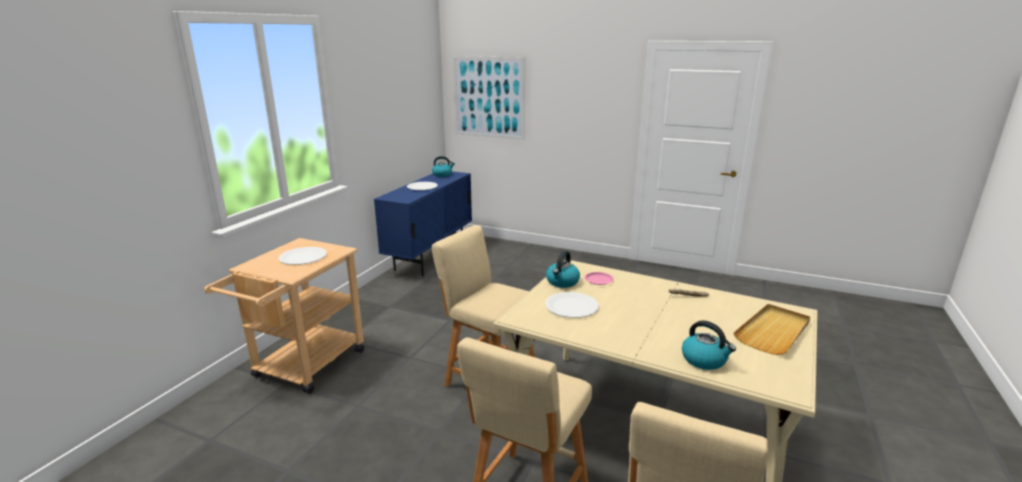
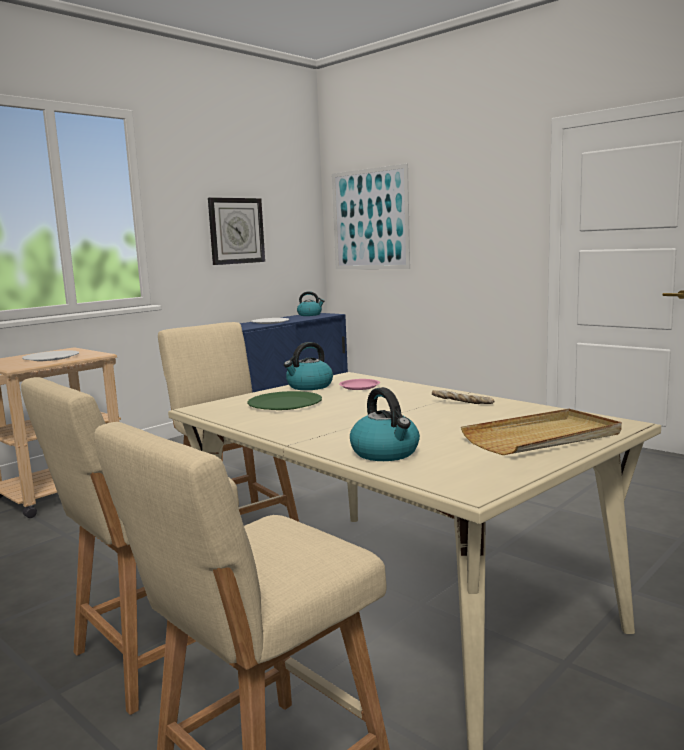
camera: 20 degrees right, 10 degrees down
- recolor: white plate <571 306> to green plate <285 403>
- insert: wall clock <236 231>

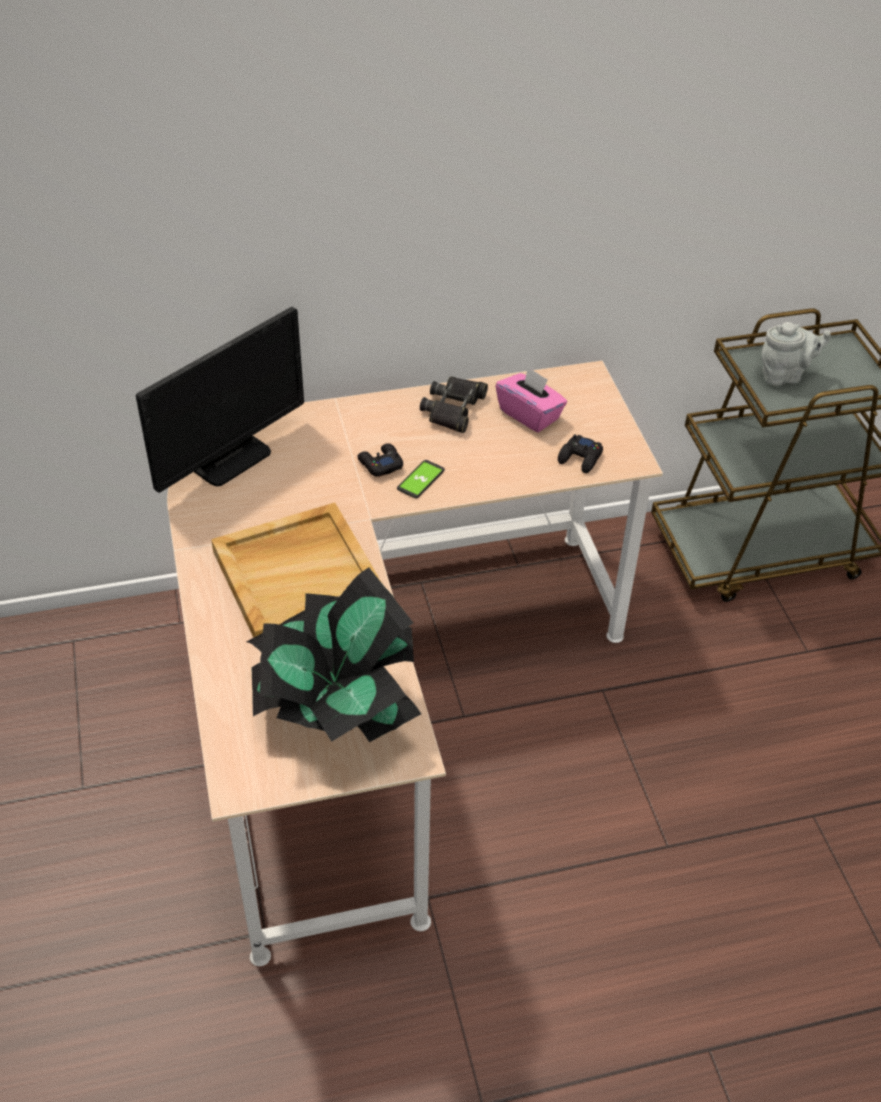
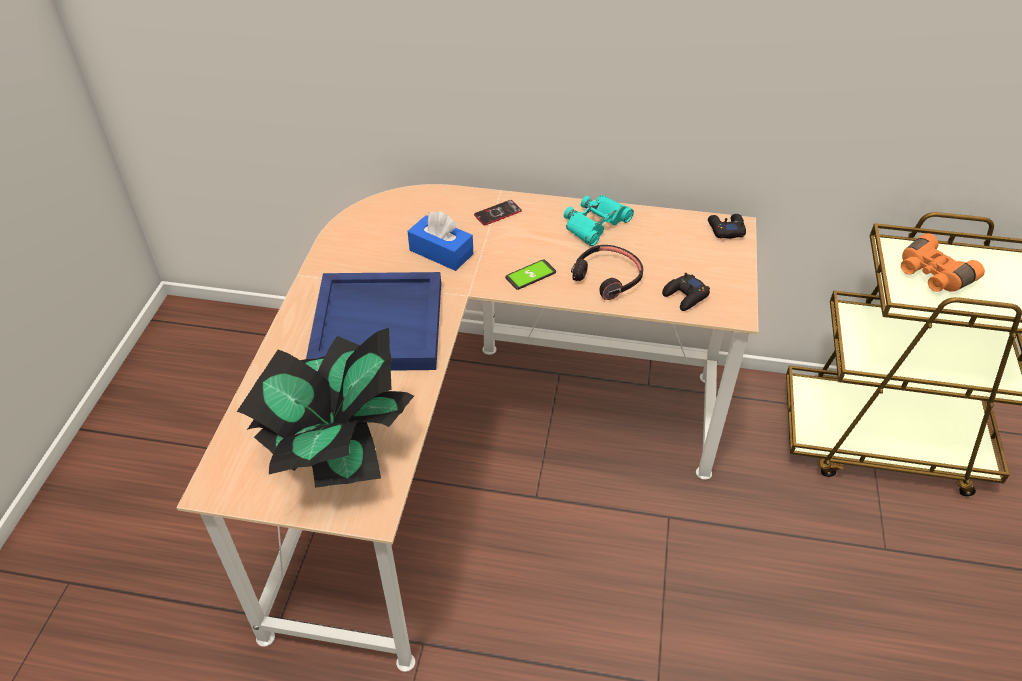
camera: 25 degrees right, 0 degrees up
- delete: monitor <230 458>
- replace: grey teapot <784 375> to orange binoculars <931 275>
- delete: pink tissue box <529 415>
- recolor: black binoculars <454 409> to turquoise binoculars <595 224>
- move: black game controller <380 464> to <725 229>
- recolor: beige tray <299 575> to blue tray <379 324>
- insert: phone <497 213>
- insert: blue tissue box <441 252>
- insert: black headphones <607 277>

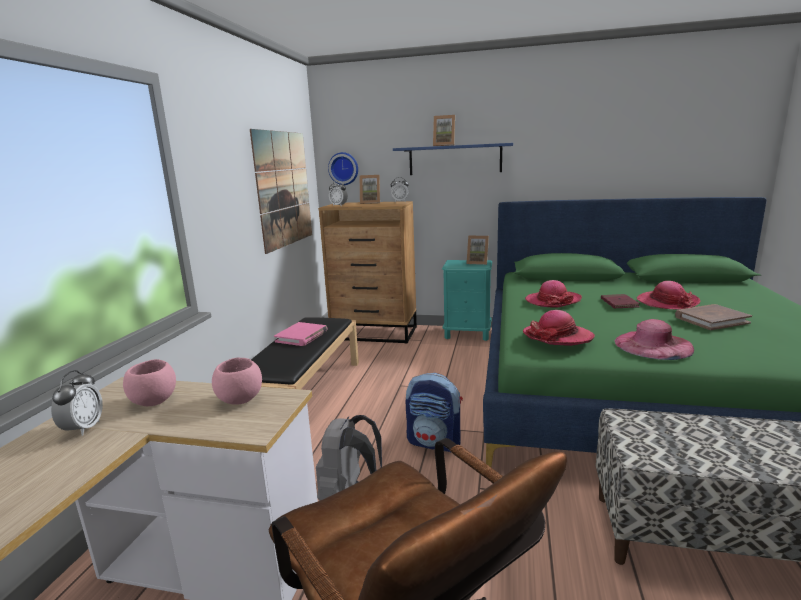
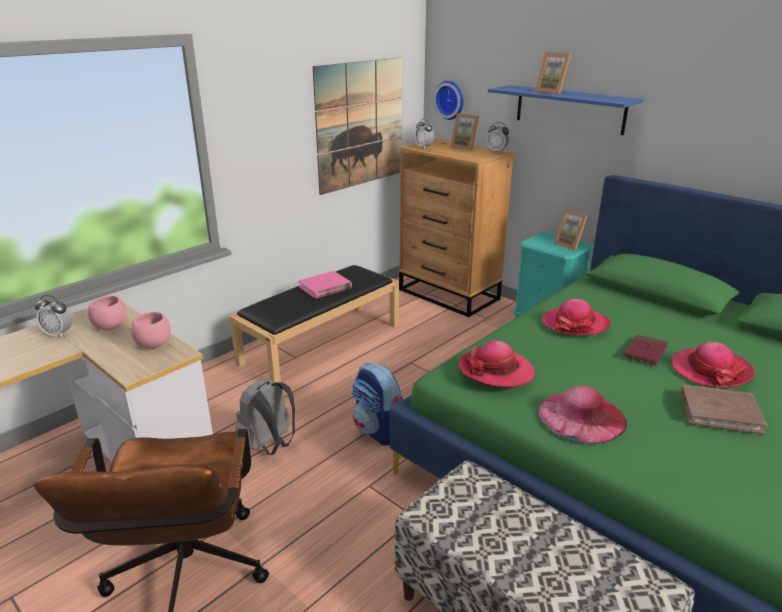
camera: 30 degrees right, 10 degrees up
- rotate: alarm clock <83 428> = <58 334> 75 degrees clockwise

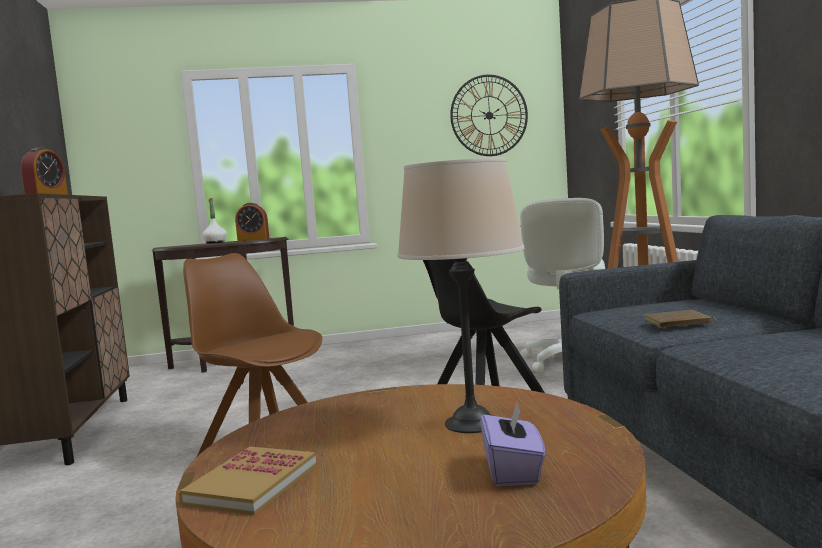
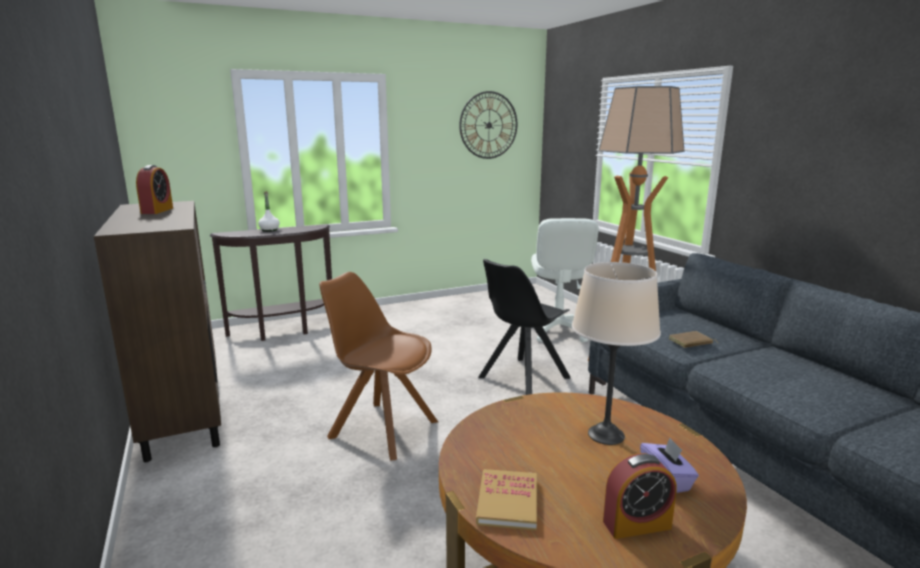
camera: 15 degrees left, 10 degrees up
- move: alarm clock <253 239> to <636 524>

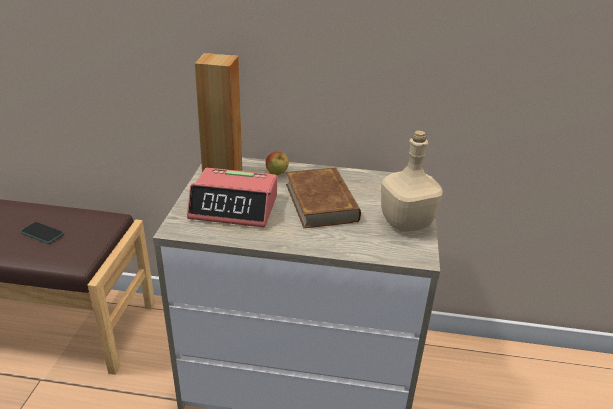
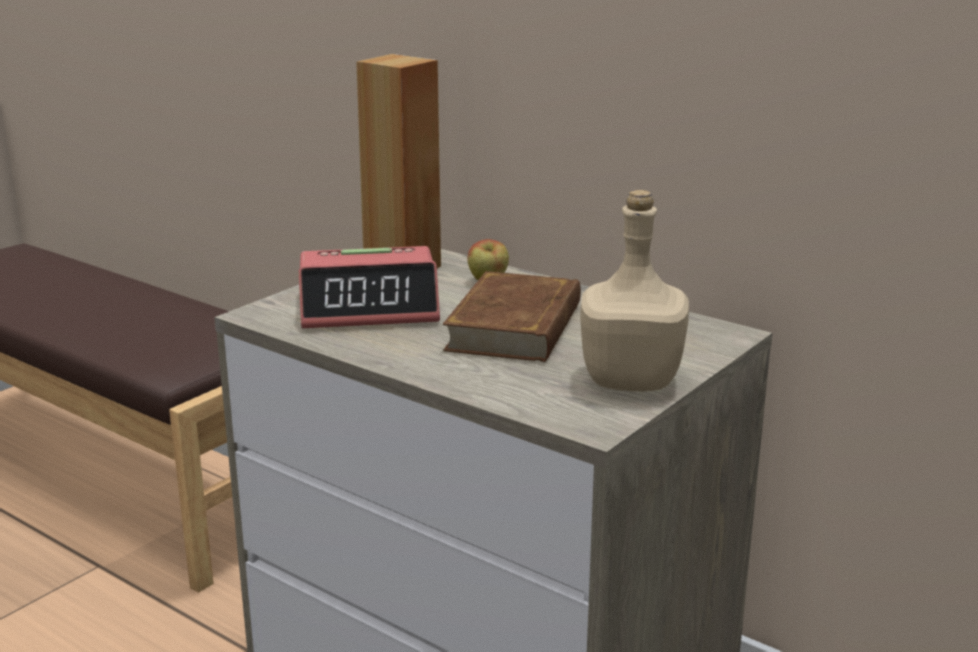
camera: 30 degrees right, 10 degrees down
- rotate: alarm clock <234 207> = <370 307> 45 degrees counterclockwise
- delete: phone <42 233>

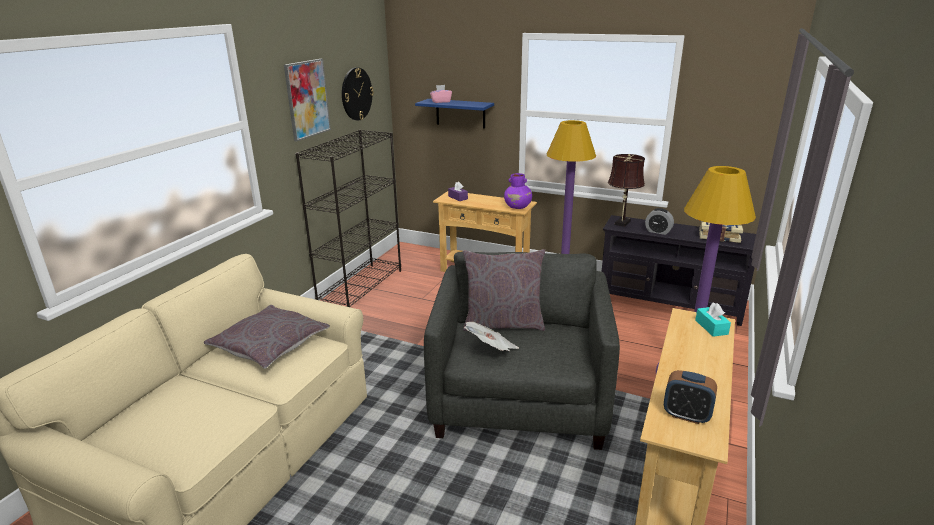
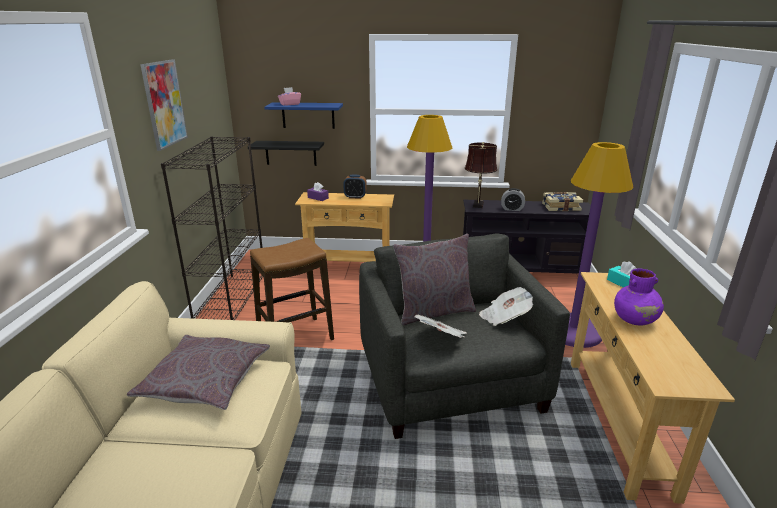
camera: 20 degrees left, 0 degrees up
- delete: wall clock <356 94>
- move: purple vase <518 207> to <635 320>
- move: alarm clock <686 415> to <355 197>
- insert: black shelf <290 153>
- insert: stool <295 337>
- insert: newspaper <505 317>

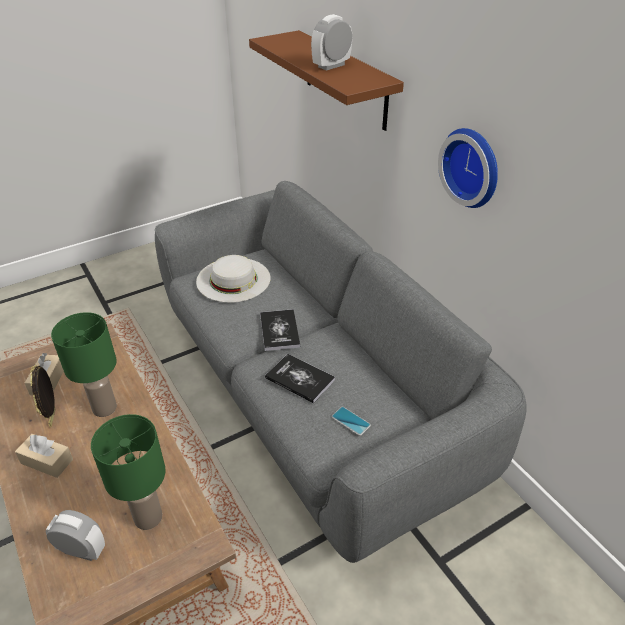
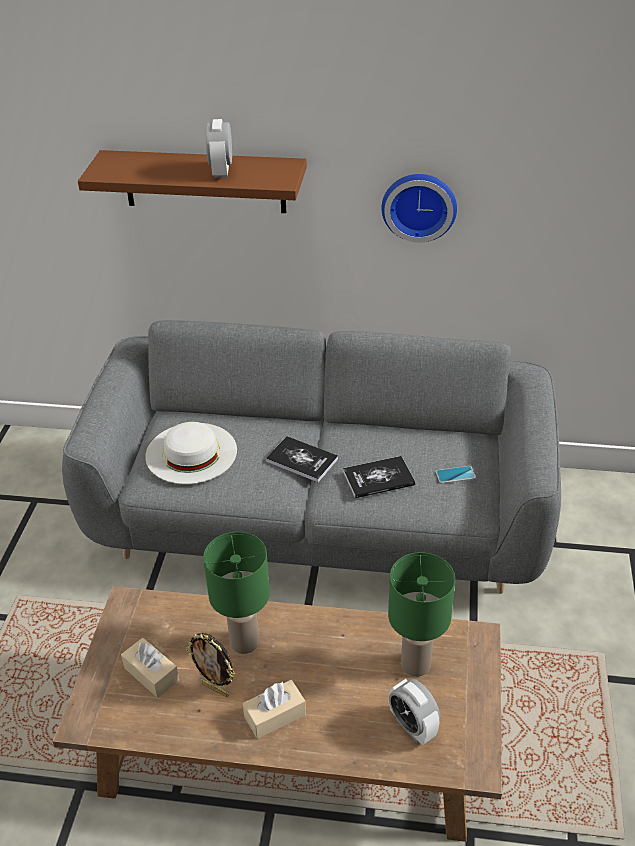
camera: 50 degrees left, 0 degrees up
- rotate: alarm clock <81 550> = <412 726> 90 degrees counterclockwise

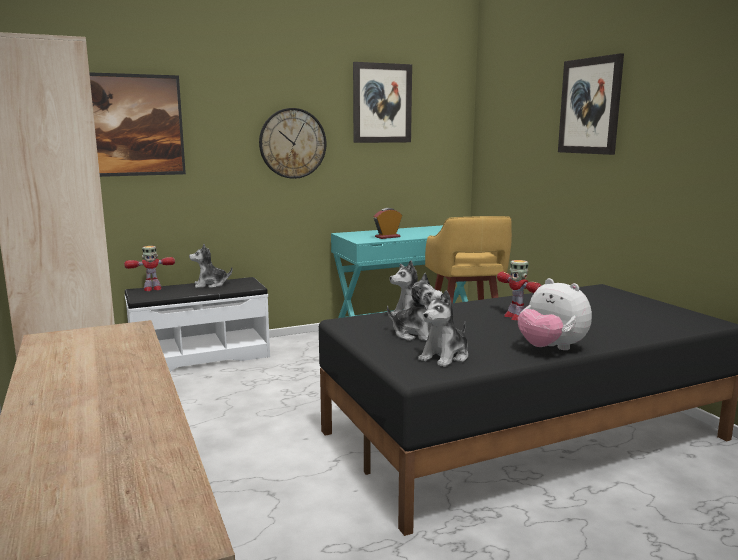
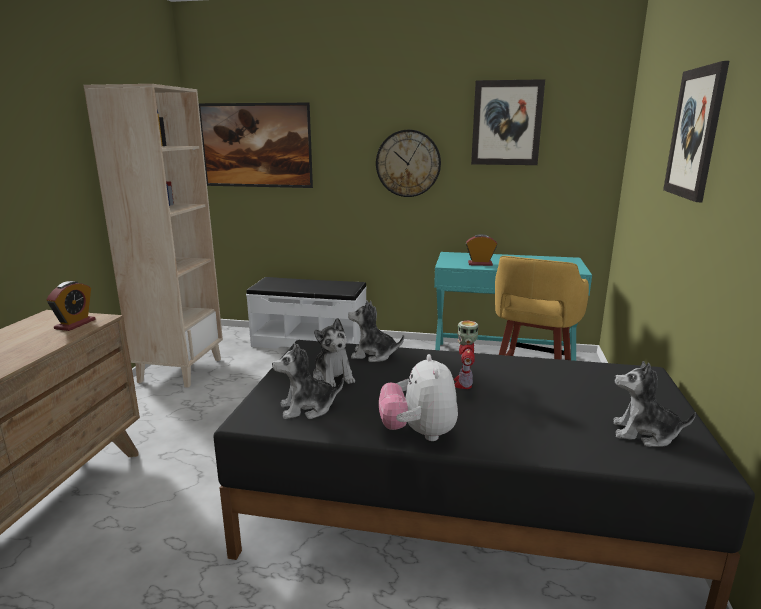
camera: 35 degrees right, 5 degrees up
- move: plush toy <210 285> to <644 434>
- delete: toy robot <152 289>
- insert: alarm clock <75 324>

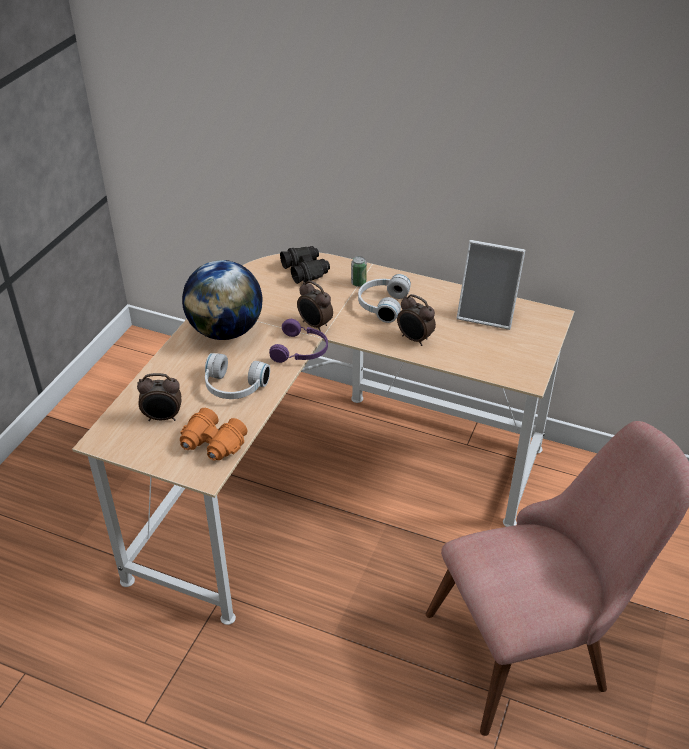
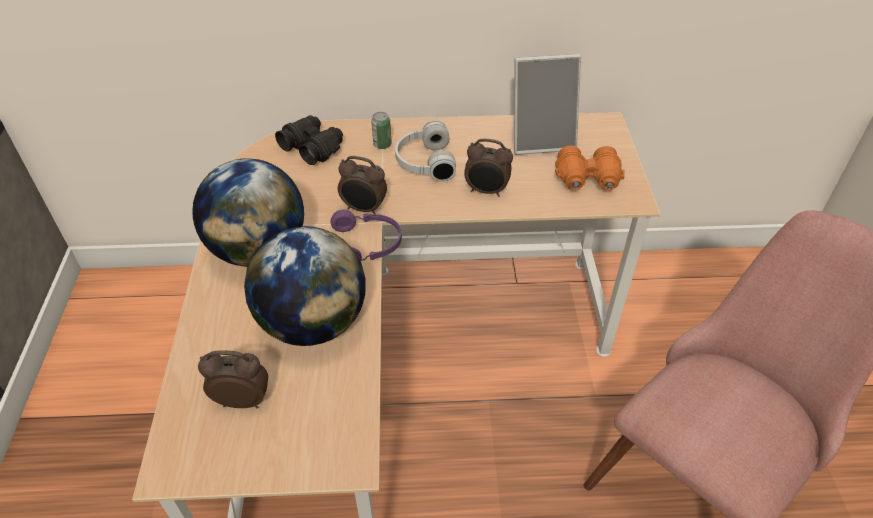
camera: 25 degrees left, 5 degrees up
- replace: white headphones <233 387> to globe <313 322>
- rotate: alarm clock <163 418> = <243 399> 150 degrees counterclockwise
- move: orange binoculars <212 444> to <588 180>

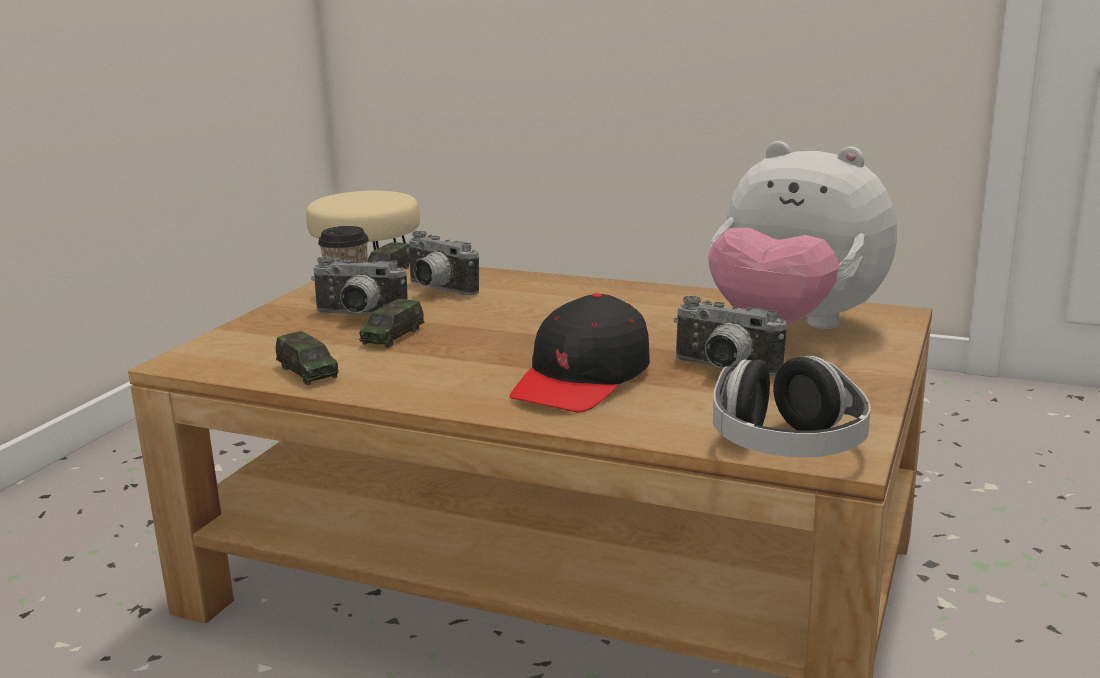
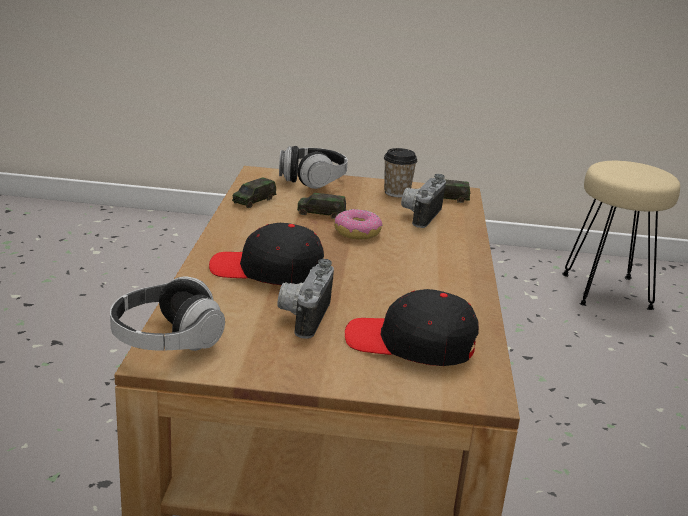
camera: 70 degrees right, 5 degrees up
- replace: plush toy <793 329> to black cap <411 344>
- delete: photo camera <358 316>
- insert: headphones <312 180>
- insert: donut <357 233>

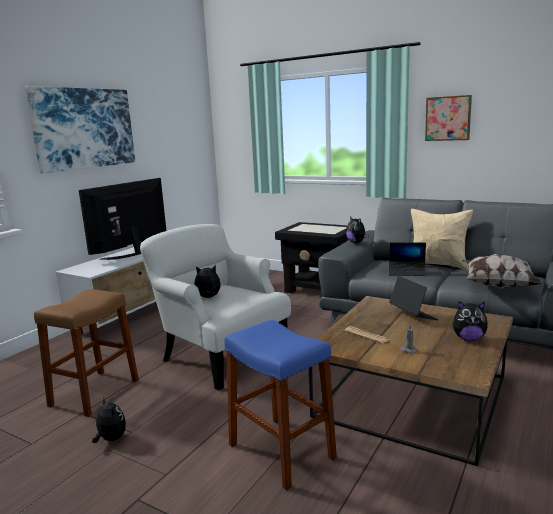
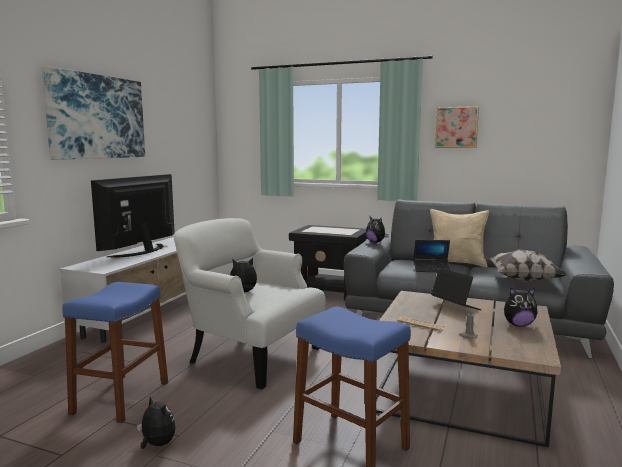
camera: 10 degrees left, 5 degrees down
- recolor: brown stool <95 392> to blue stool <121 397>

